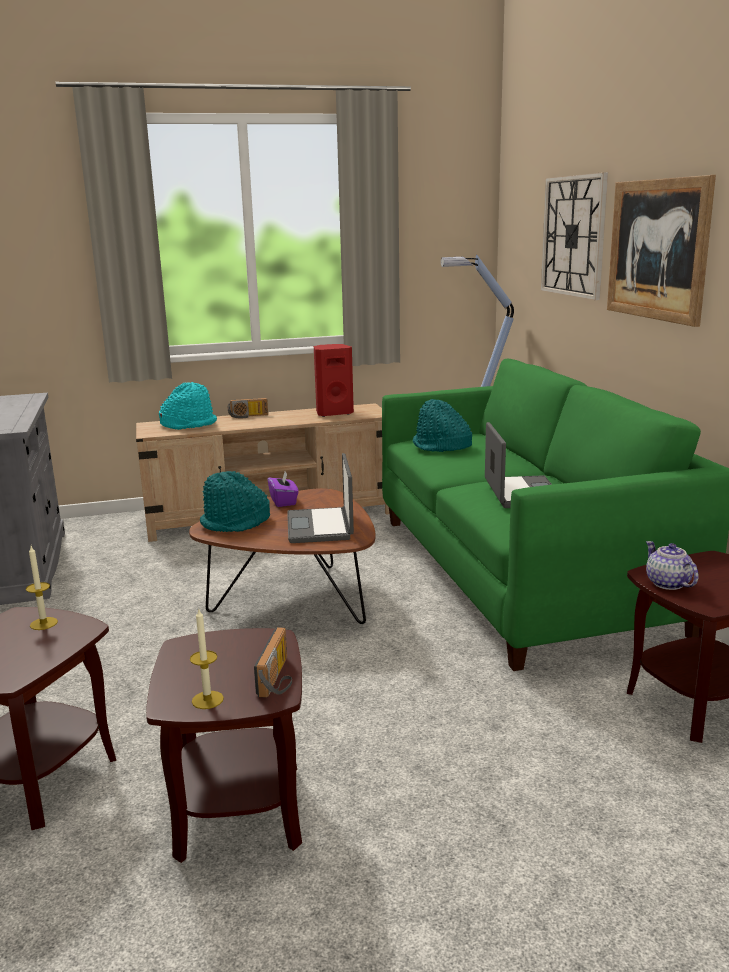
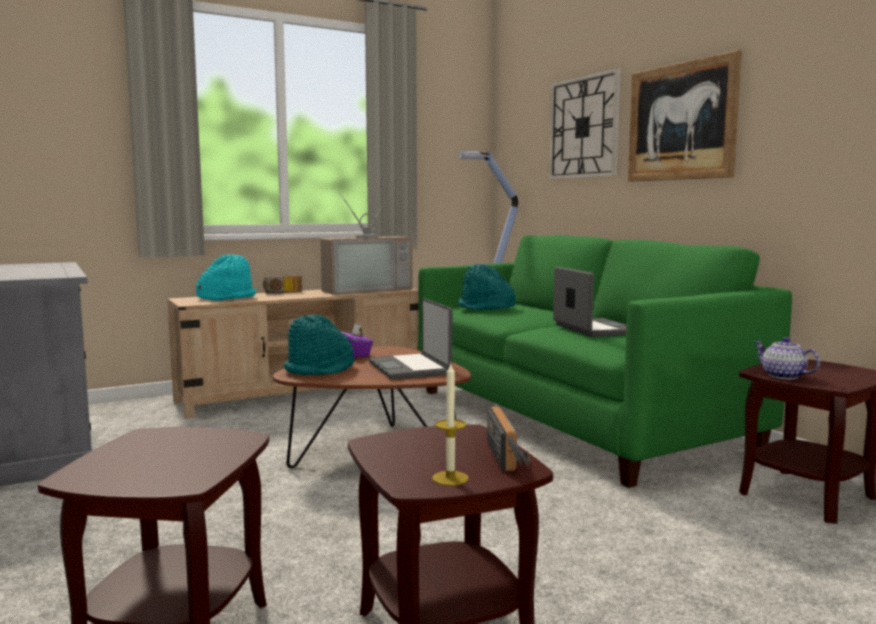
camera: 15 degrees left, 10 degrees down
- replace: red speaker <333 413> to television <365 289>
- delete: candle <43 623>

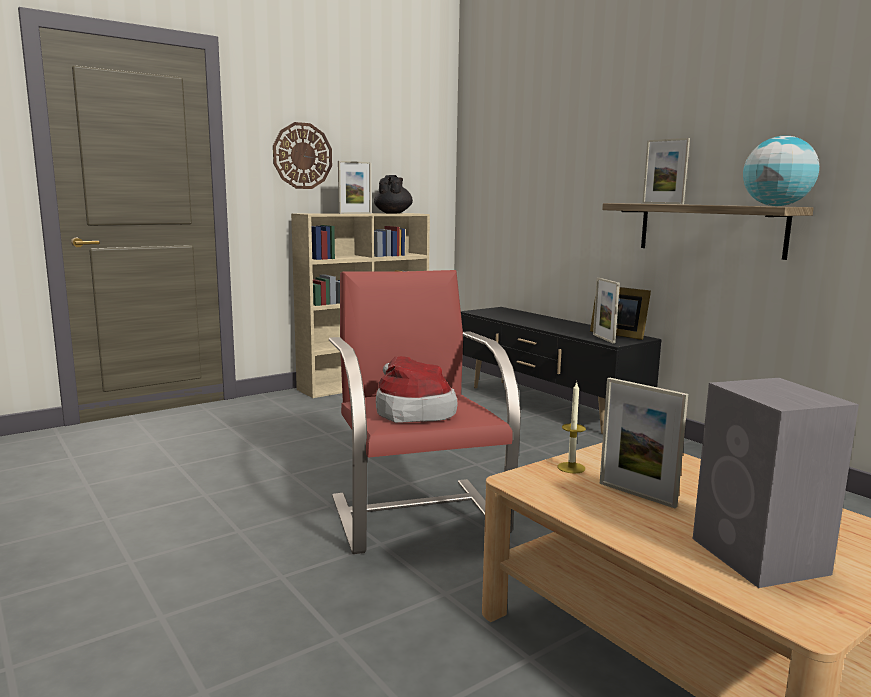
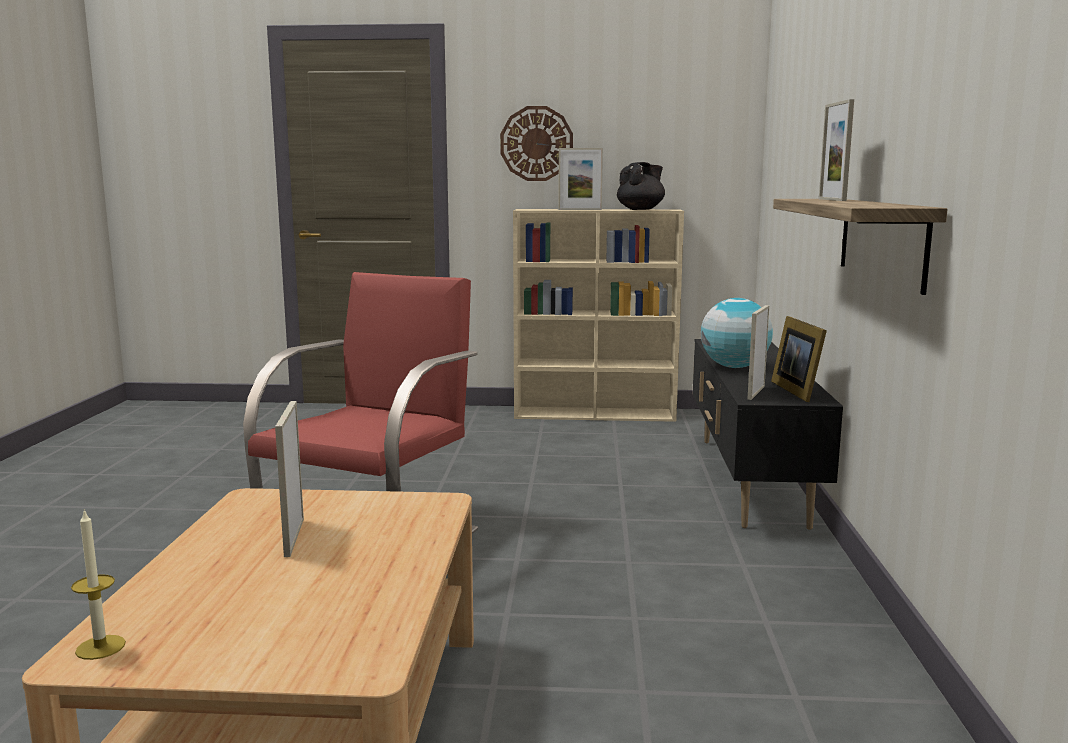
camera: 40 degrees right, 0 degrees up
- move: globe <776 206> to <734 367>
- delete: hat <411 411>
- delete: grey speaker <761 557>
- move: candle <571 468> to <100 647>

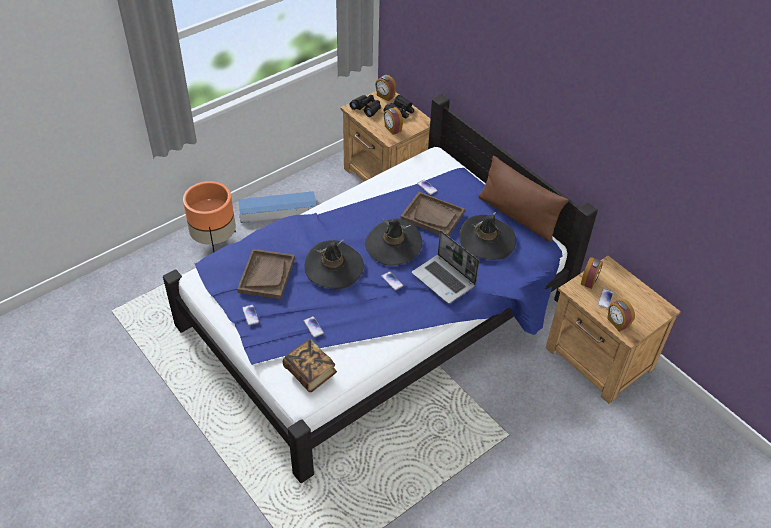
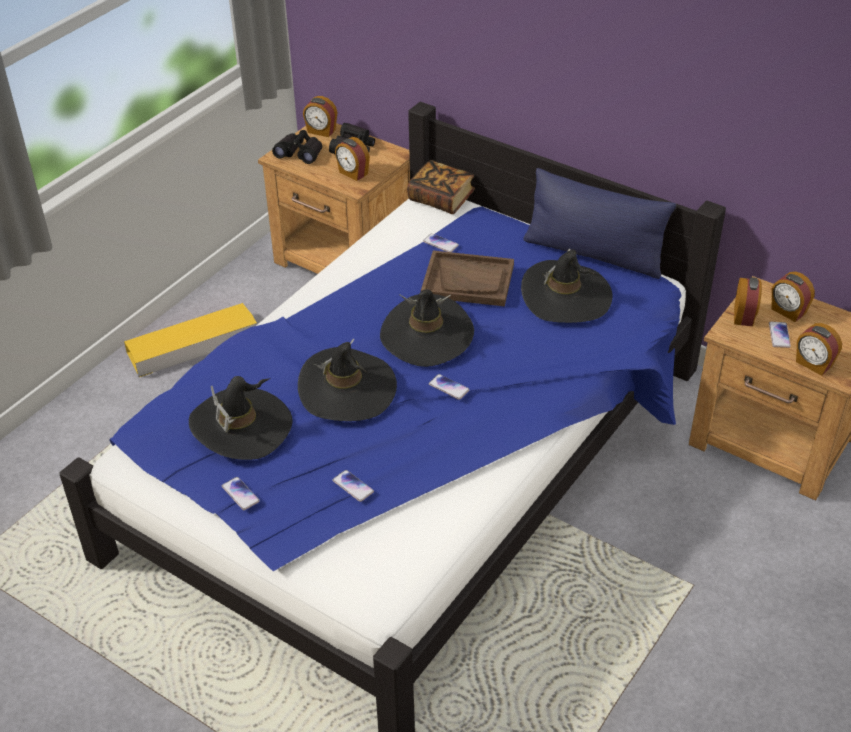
camera: 15 degrees left, 5 degrees down
- recolor: brown pillow <517 216> to blue pillow <593 254>
- delete: orange planter <214 242>
- recolor: blue storage box <278 210> to yellow storage box <193 345>
- delete: laptop <444 280>
- replace: brown tray <266 275> to black hat <241 426>
- move: book <310 372> to <441 199>
- insert: alarm clock <788 311>

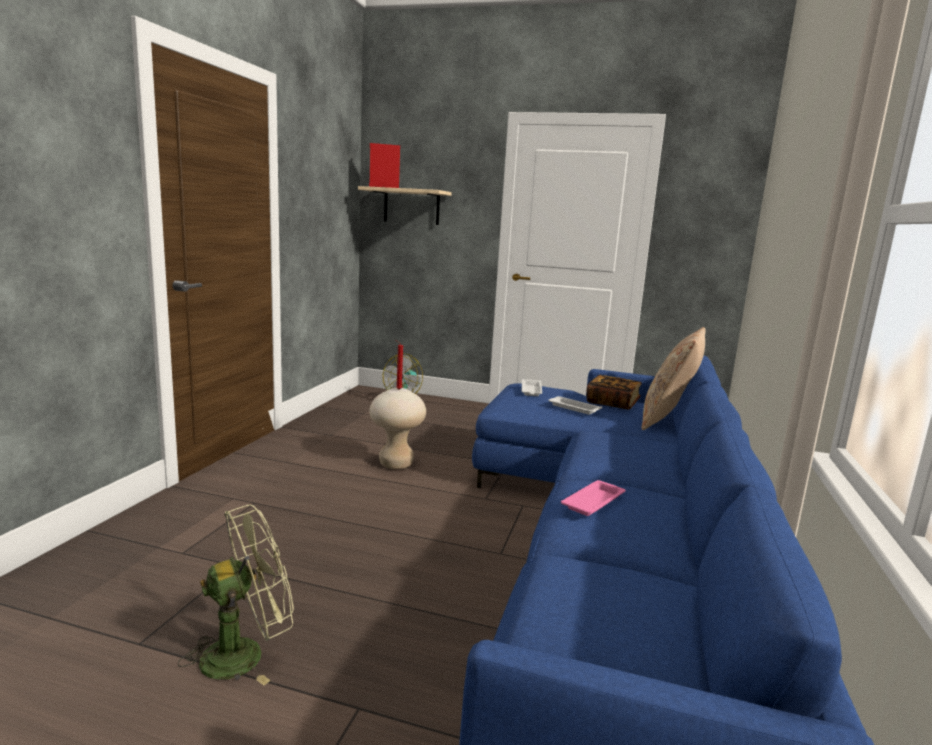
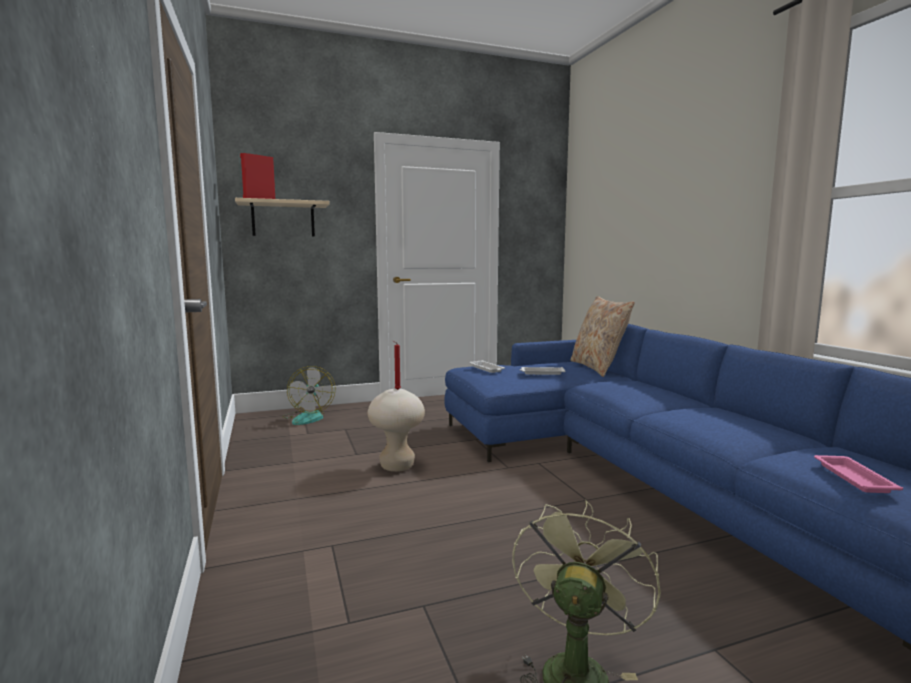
camera: 35 degrees left, 5 degrees down
- delete: book <612 403>
- move: pink tray <594 502> to <852 477>

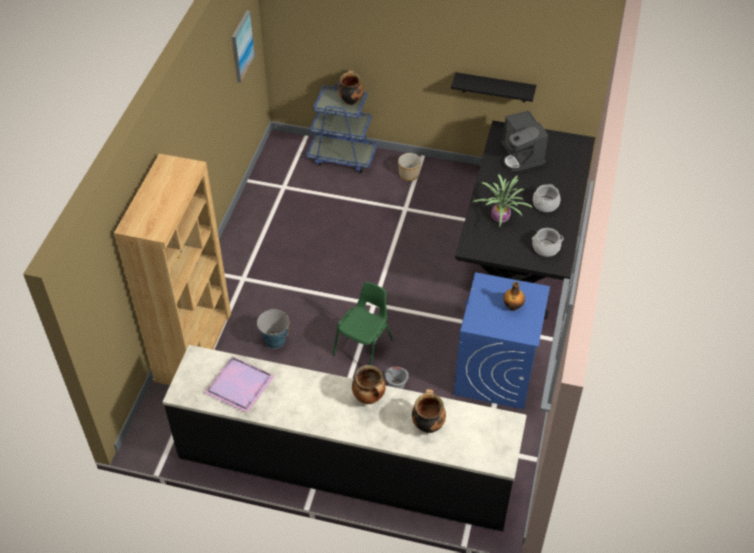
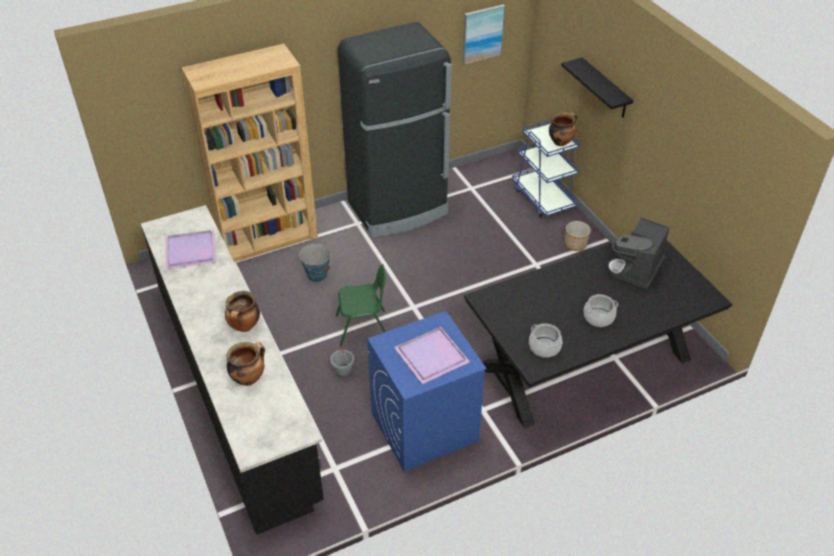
camera: 50 degrees right, 5 degrees down
- move: black shelf <494 87> to <605 89>
- delete: potted plant <499 219>
- replace: bottle <513 306> to purple tray <433 356>
- insert: black fridge <398 209>

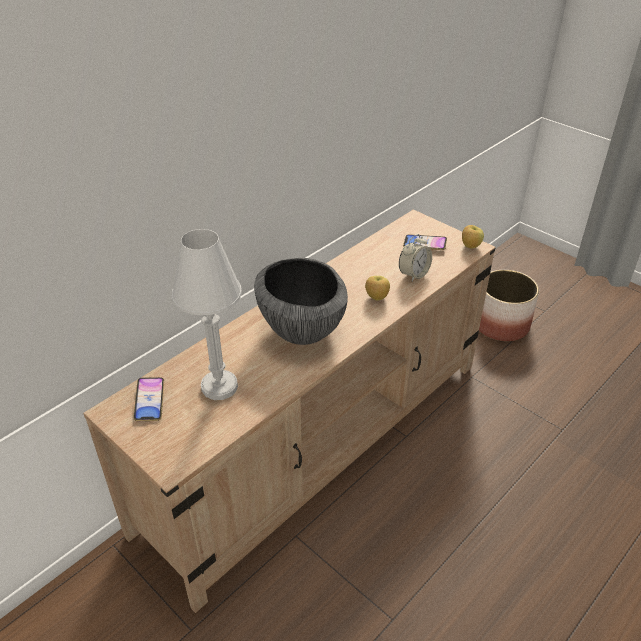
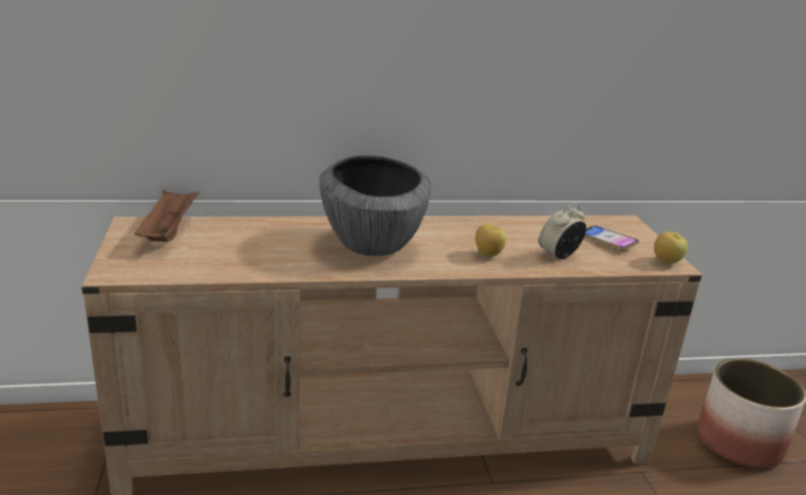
camera: 35 degrees right, 15 degrees down
- delete: white table lamp <219 387>
- rotate: alarm clock <413 274> = <558 255> 150 degrees clockwise
- replace: phone <149 401> to brown tray <168 231>

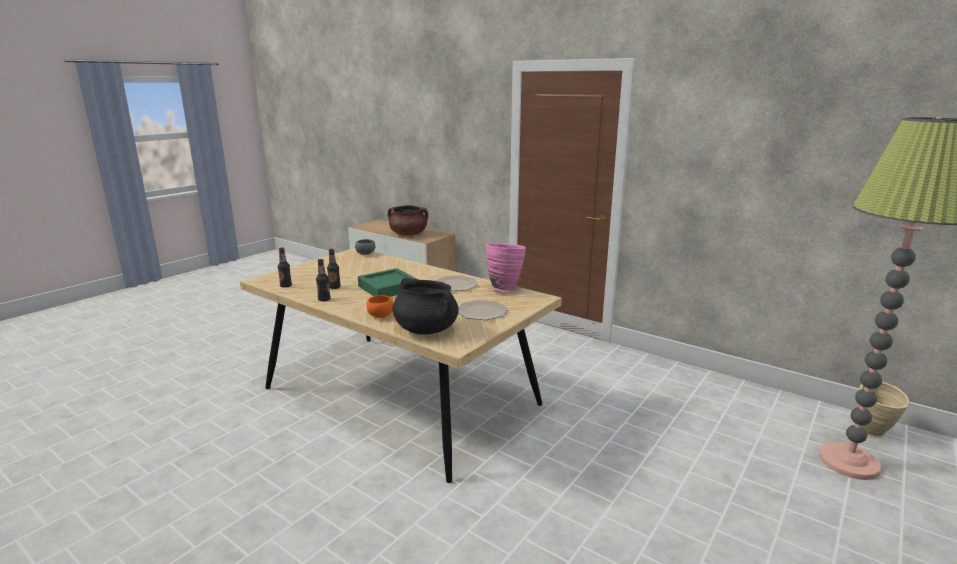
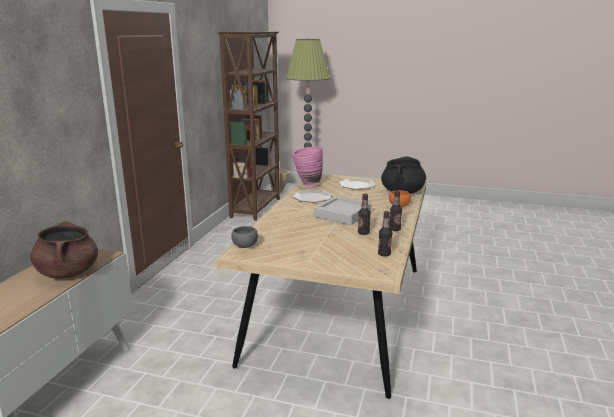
camera: 110 degrees left, 0 degrees up
- recolor: green tray <388 288> to grey tray <342 214>
- insert: brown bookcase <256 208>

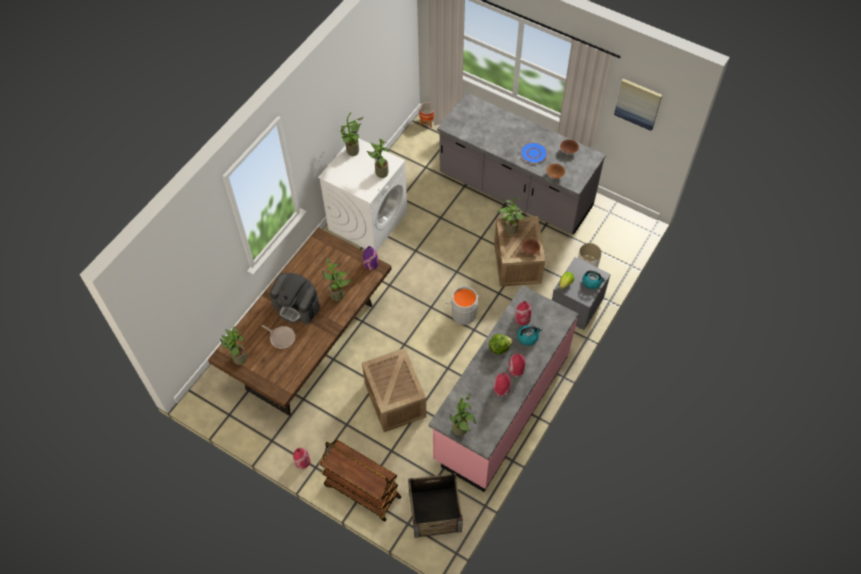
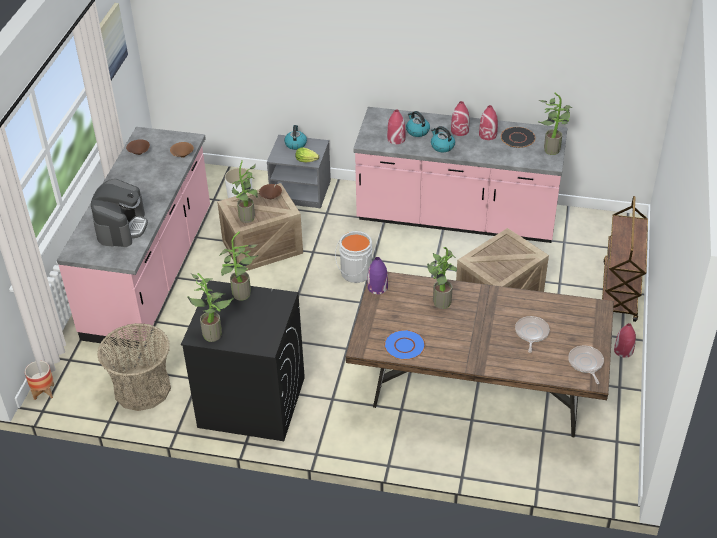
camera: 110 degrees left, 15 degrees down
- recolor: grey counter <515 191> to pink counter <151 273>
- recolor: white washing machine <368 220> to black washing machine <251 402>
- move: blue plate <533 153> to <404 346>
- move: coffee machine <297 306> to <121 227>
- replace: potted plant <238 358> to frying pan <586 363>
- replace: lettuce <499 348> to kettle <442 146>
- delete: crate <435 512>
- insert: black plate <517 138>
- insert: basket <142 388>

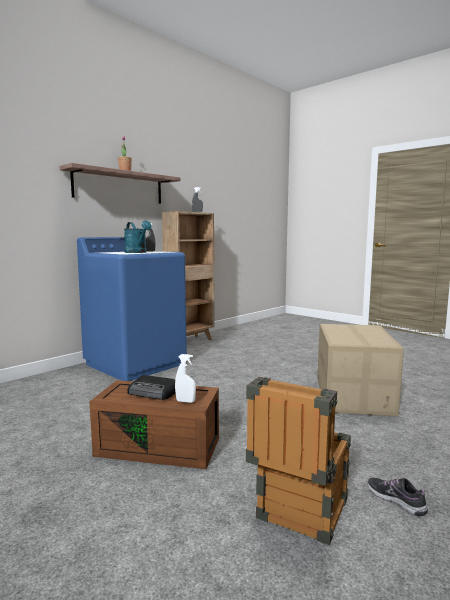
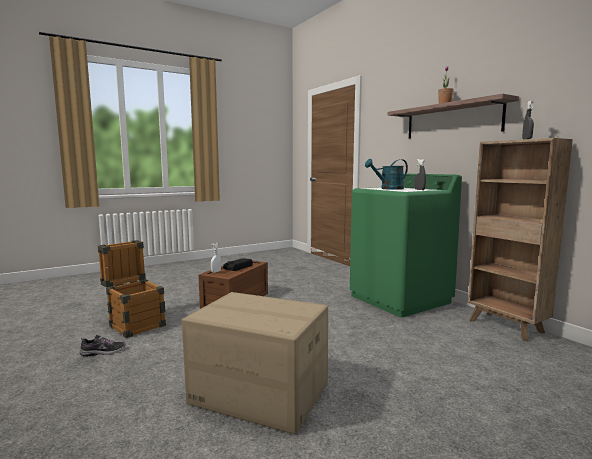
camera: 105 degrees right, 0 degrees up
- recolor: blue washing machine <136 364> to green washing machine <400 299>

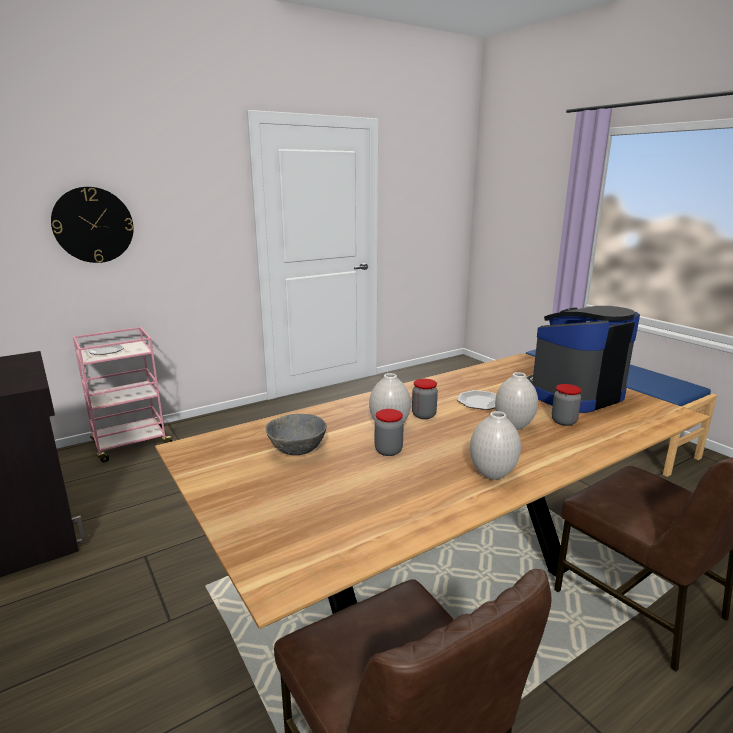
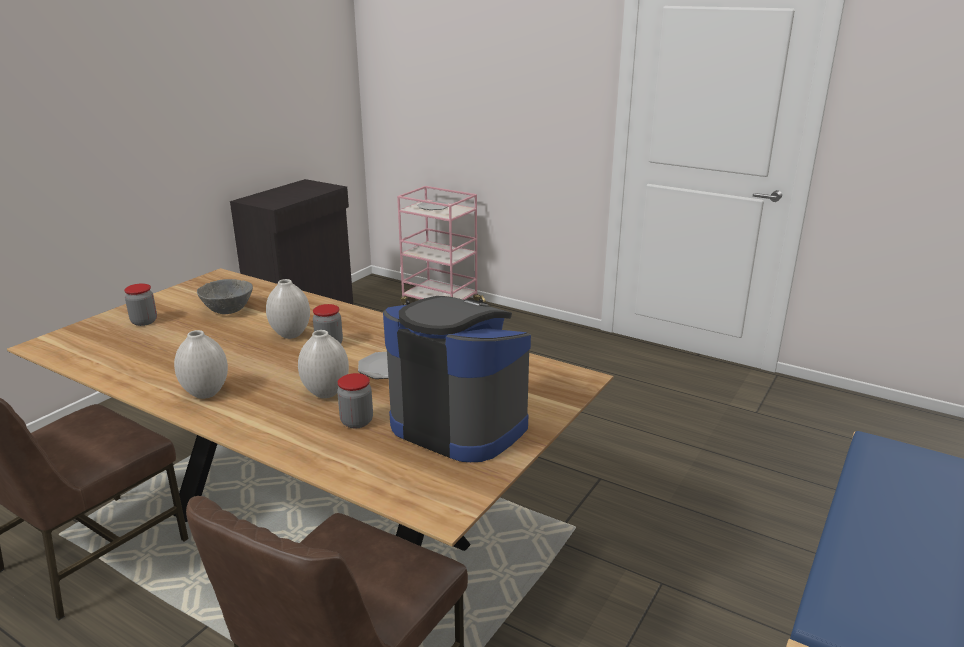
camera: 65 degrees right, 5 degrees up
- delete: wall clock <93 225>
- move: jar <388 450> to <144 321>

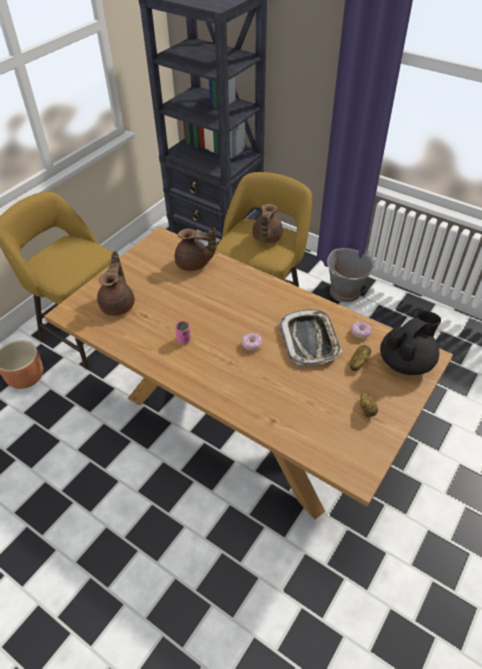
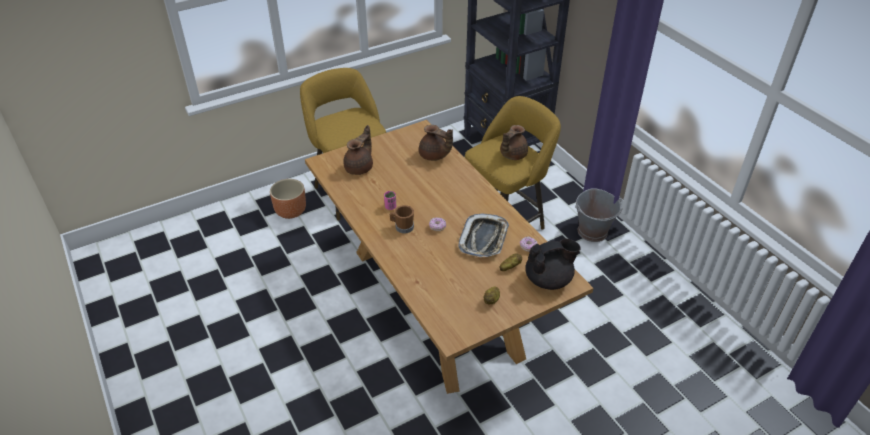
camera: 25 degrees right, 5 degrees down
- insert: brown mug <402 227>

